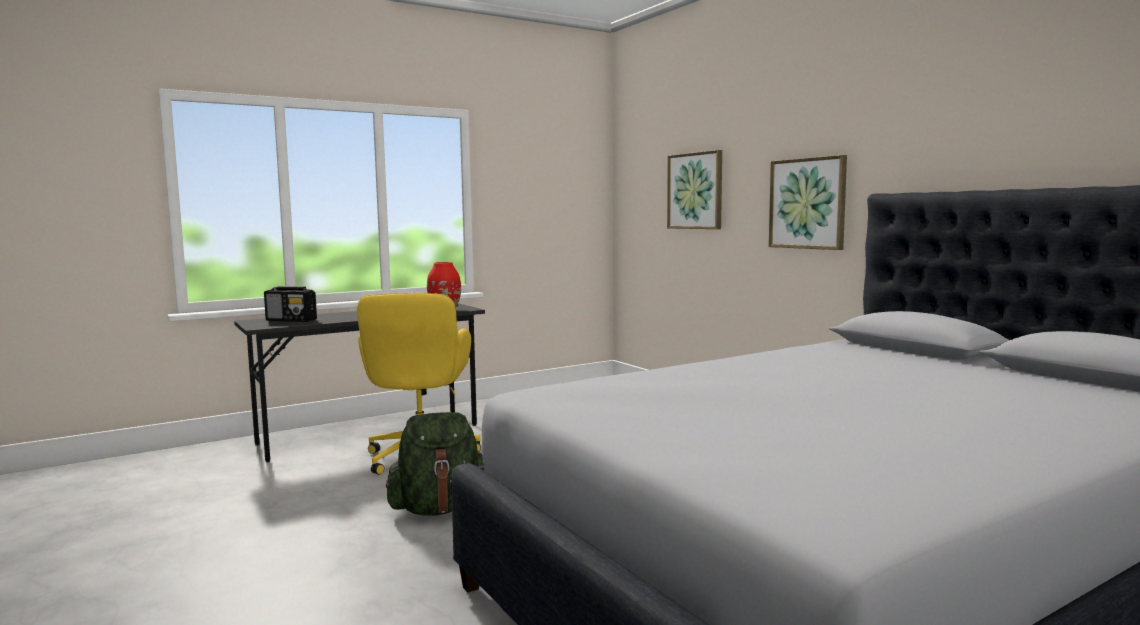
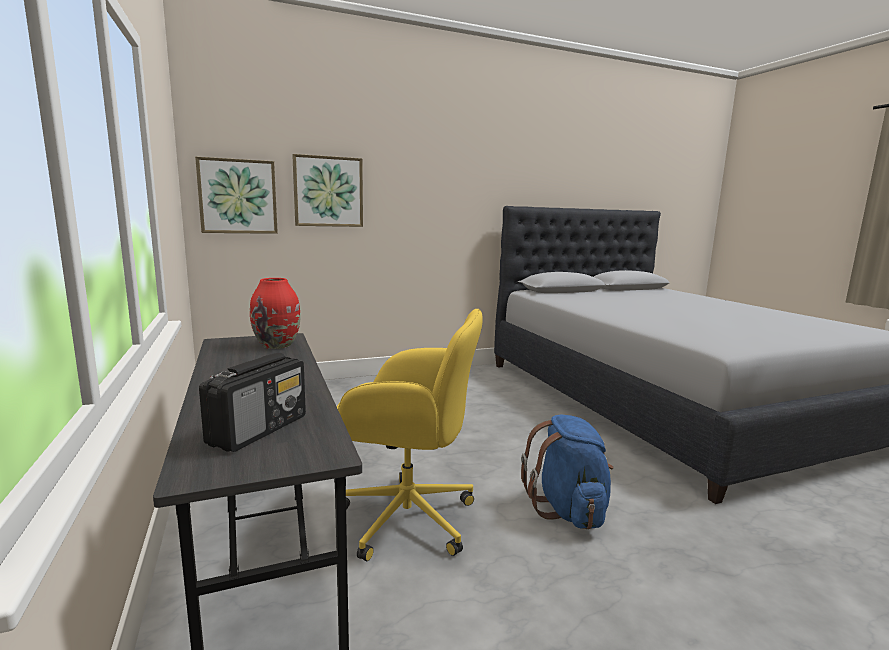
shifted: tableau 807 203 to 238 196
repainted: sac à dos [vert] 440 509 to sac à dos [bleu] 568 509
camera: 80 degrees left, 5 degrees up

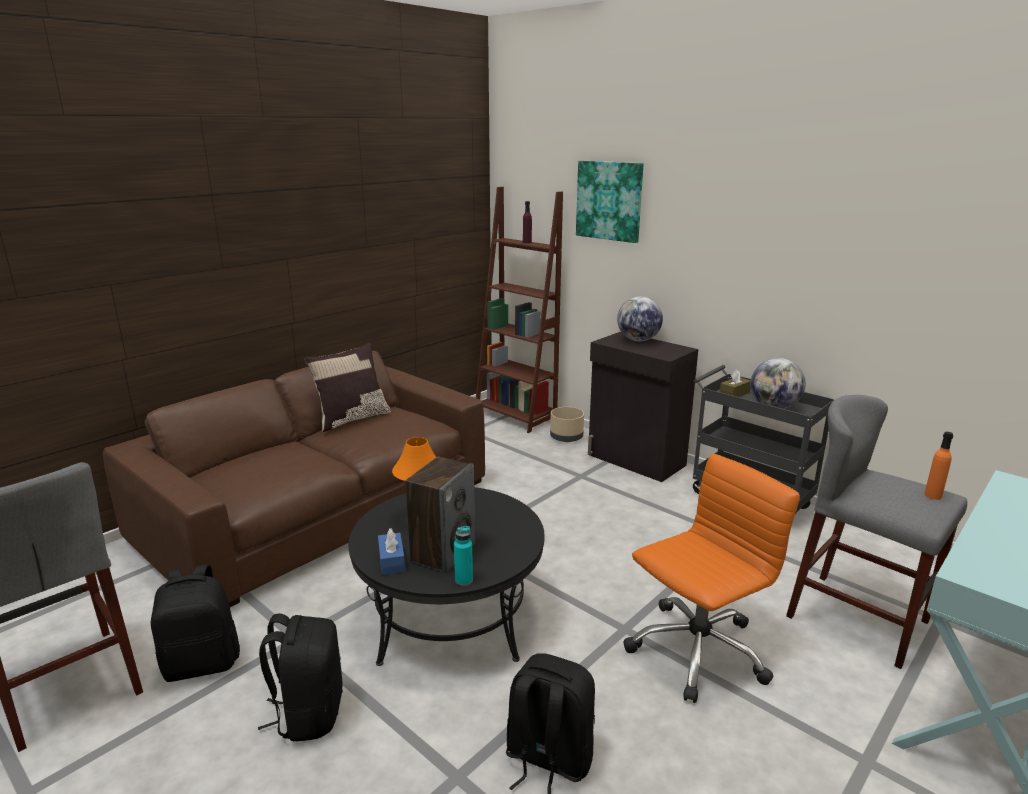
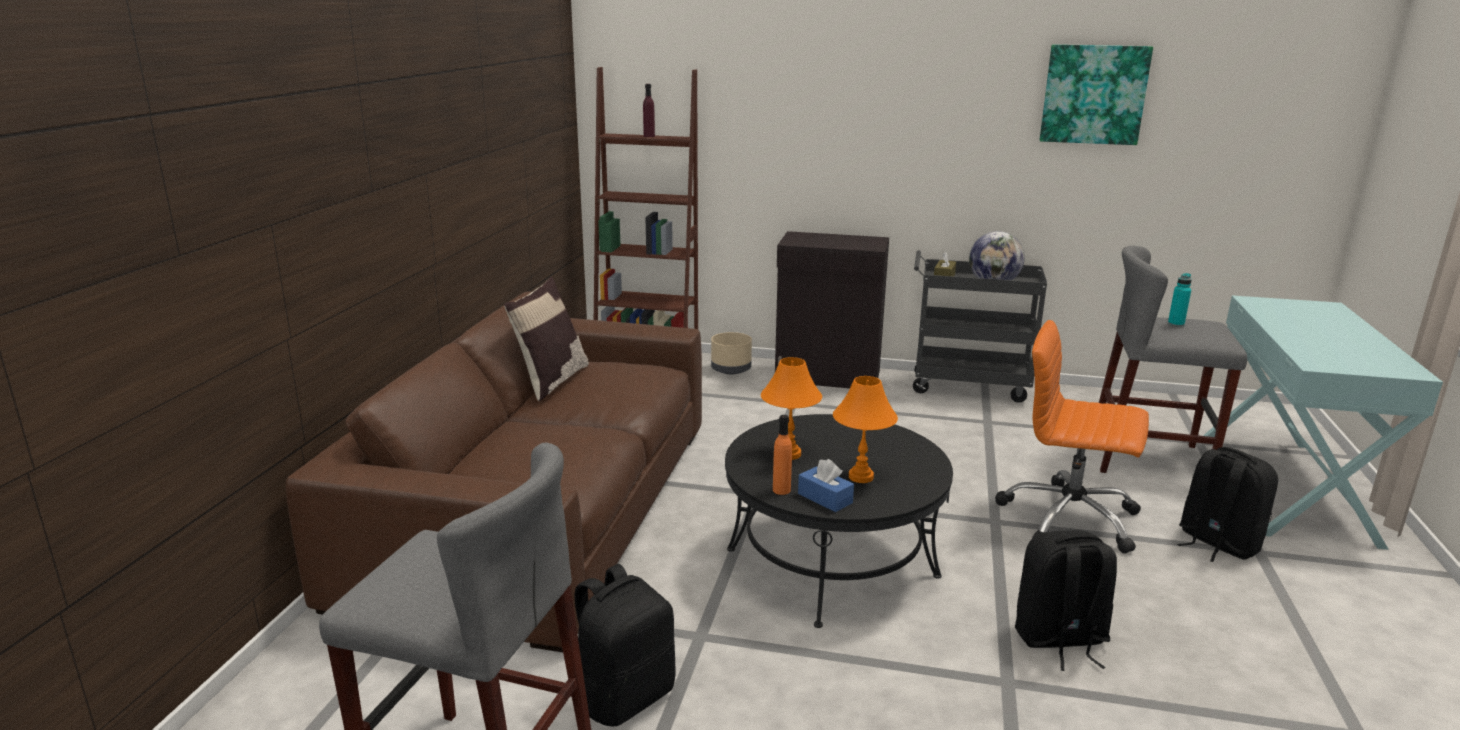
gone: globe 638 340
shifted: sac à dos [noir] 309 713 to 1216 543; bouteille [turquoise] 463 580 to 1176 324; tableau 609 200 to 1094 94; bouteille [orange] 933 495 to 781 490
swapped: enceinte 443 552 to lampe de table [orange] 861 477
rotated: chaise de bureau [orange] 697 650 = 1068 518 90 degrees counterclockwise
camera: 30 degrees left, 0 degrees up

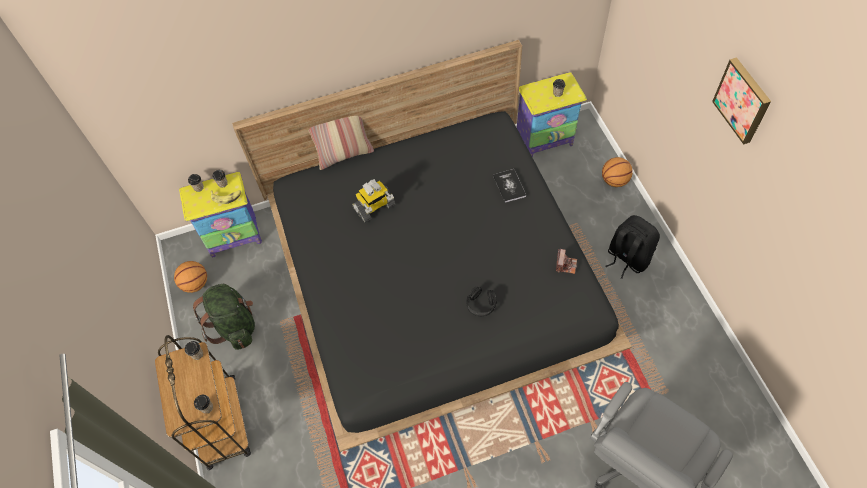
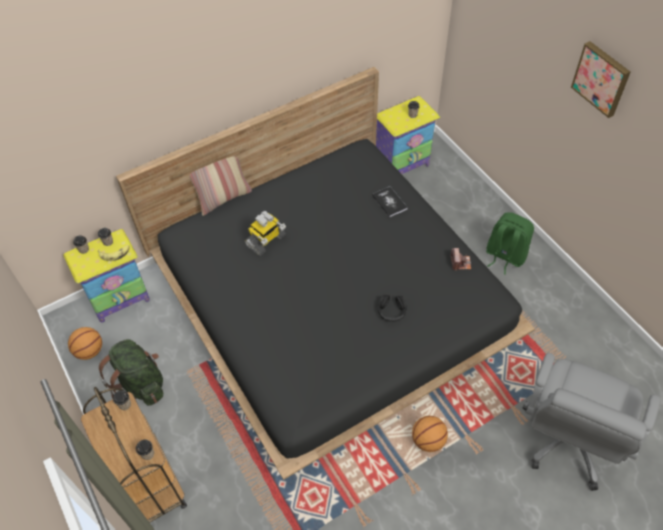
shifted: ballon de basket 614 181 to 428 441
repainted: sac à dos [noir] 627 258 to sac à dos [vert] 504 256
camera: 15 degrees left, 5 degrees down

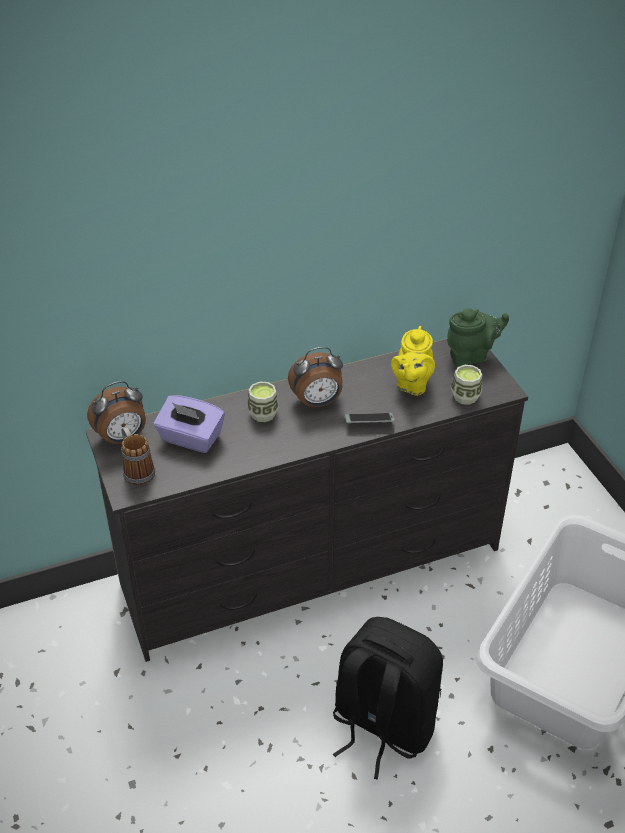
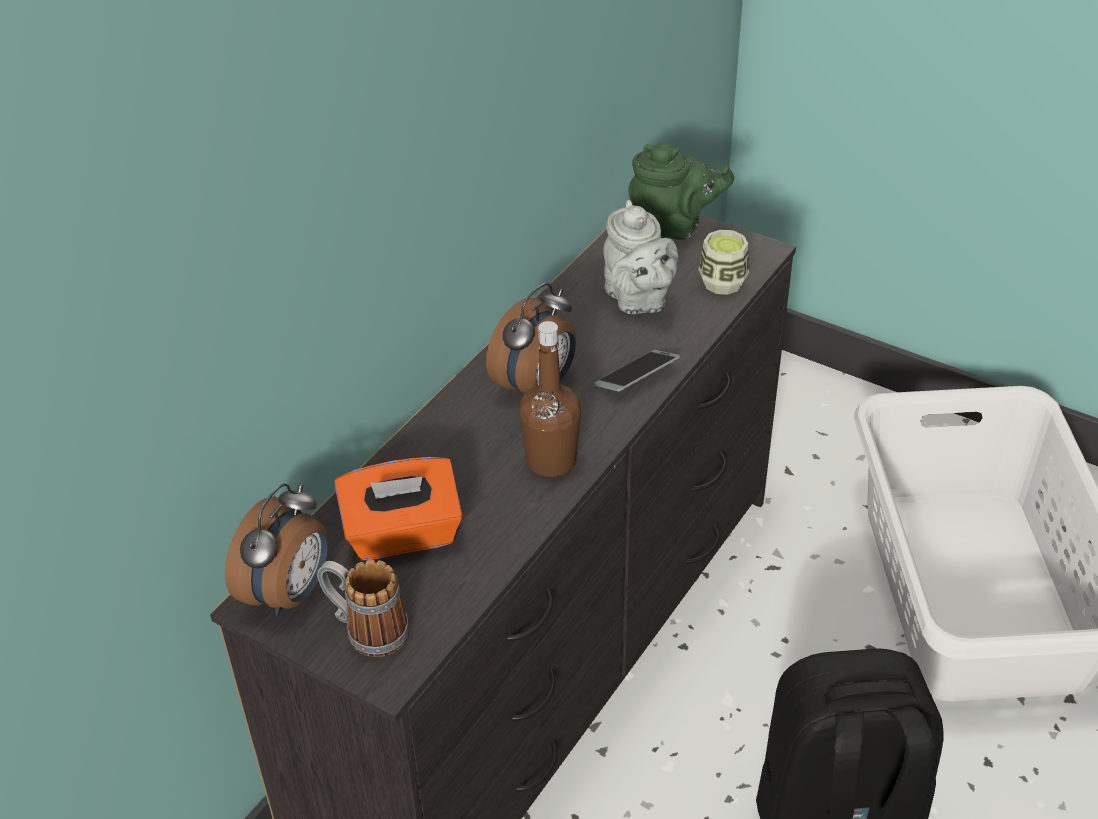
gone: tasse 263 414
new: bouteille [marron] 551 461
repainted: boîte à mouchoirs [violet] 190 438 to boîte à mouchoirs [orange] 403 535; théière [jaune] 411 385 to théière [gris] 638 300
rotated: théière [vert] 471 356 = 673 228 60 degrees clockwise
camera: 35 degrees left, 0 degrees up

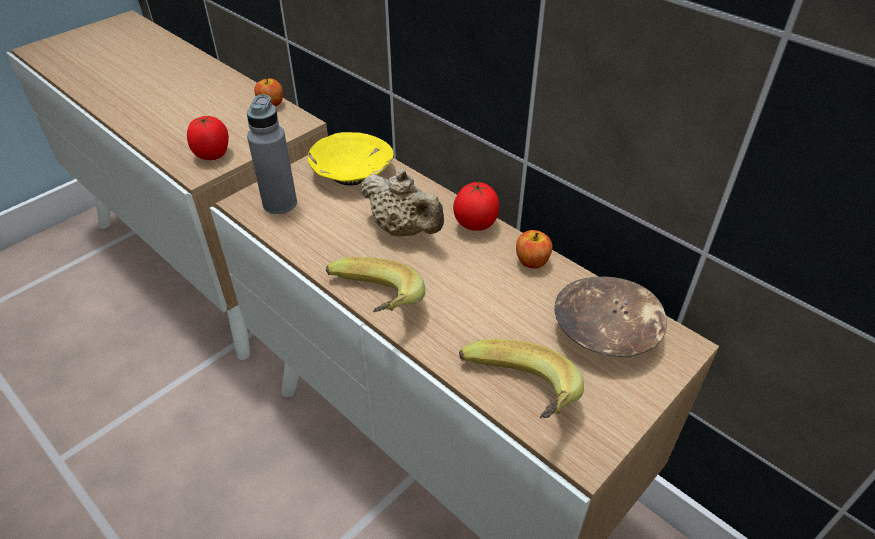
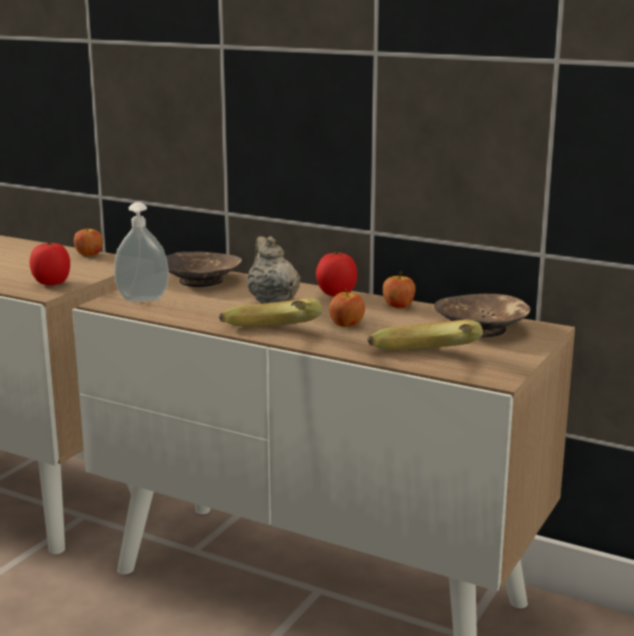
new: pomme 347 324
swapped: bouteille [gris] 280 203 to distributeur de savon 143 300
repainted: bol [jaune] 352 172 to bol [marron] 201 281
rotated: théière [beige] 404 230 = 272 302 135 degrees counterclockwise
camera: 15 degrees left, 25 degrees down

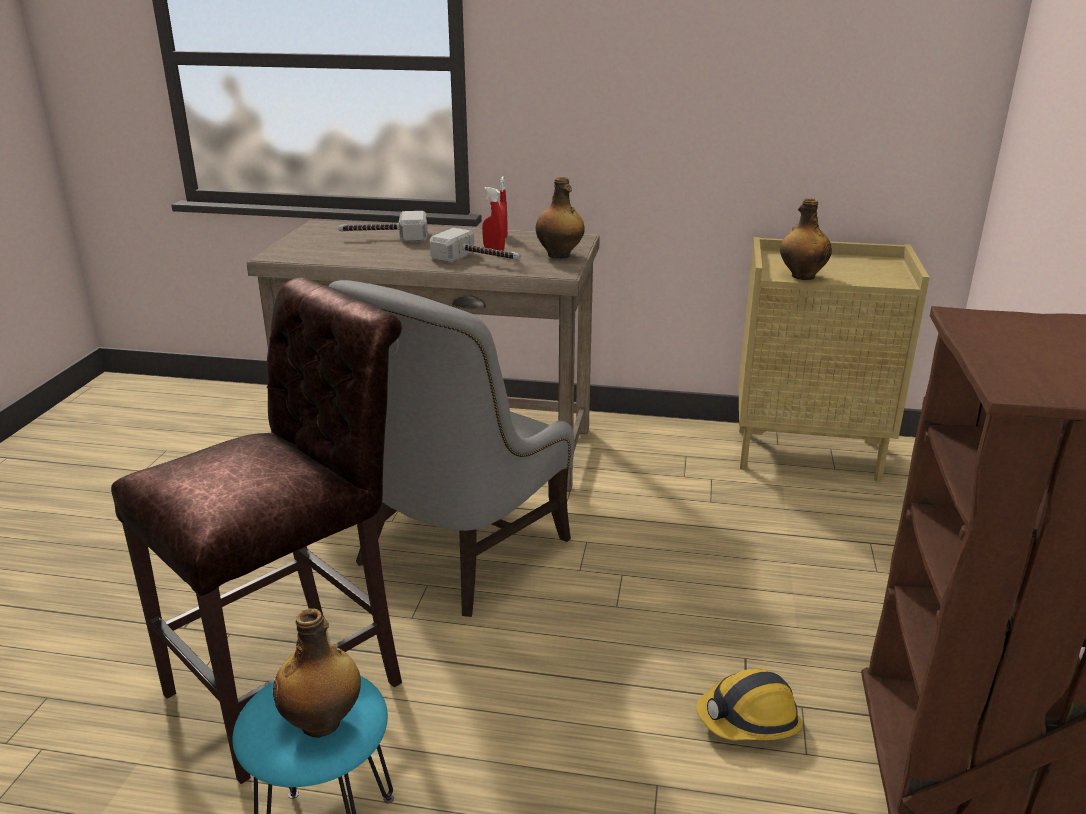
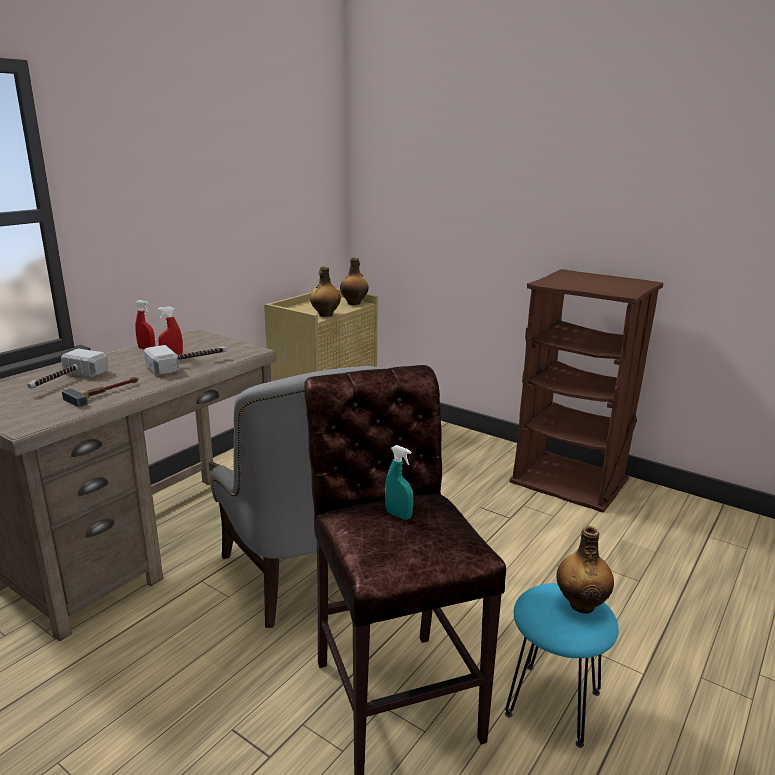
gone: casque de chantier 749 719
new: marteau 106 393; vaporisateur [turquoise] 398 515
shifted: bouteille 559 255 to 354 303
camera: 65 degrees left, 5 degrees down

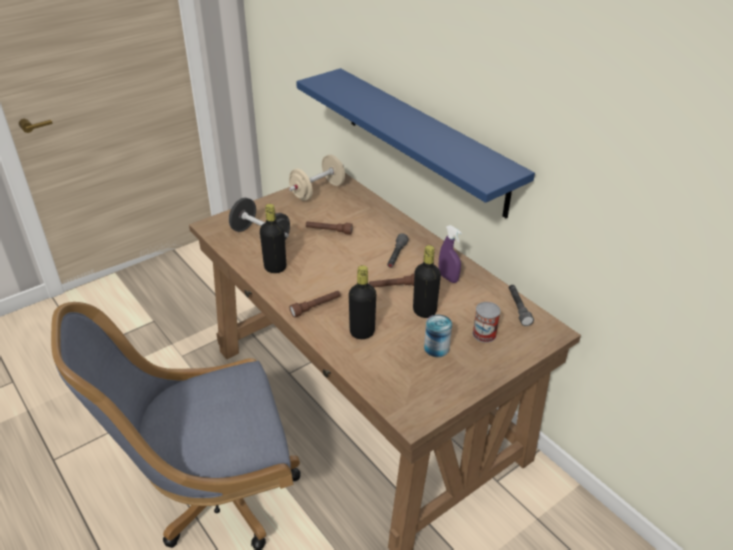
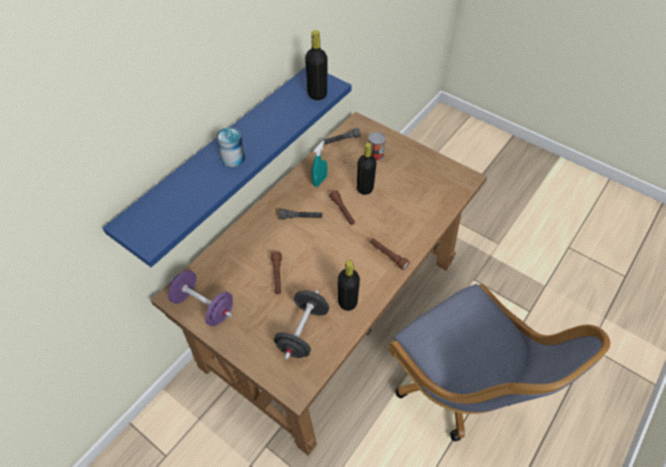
shifted: bouteille [noir] 362 332 to 317 94; boîte métallique 436 348 to 233 158
repainted: haltère [beige] 317 191 to haltère [violet] 204 306; vaporisateur [violet] 448 278 to vaporisateur [turquoise] 319 181
camera: 105 degrees left, 15 degrees up

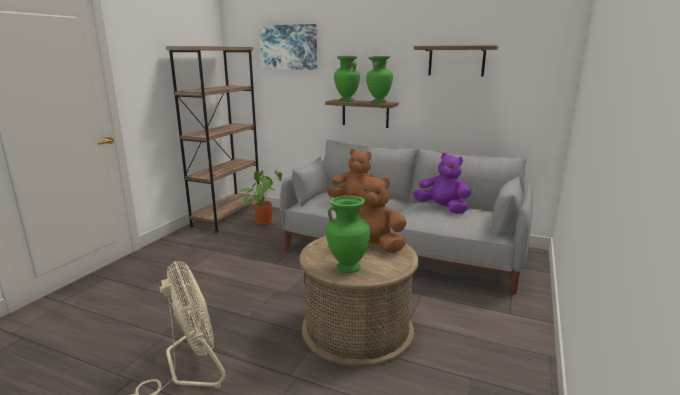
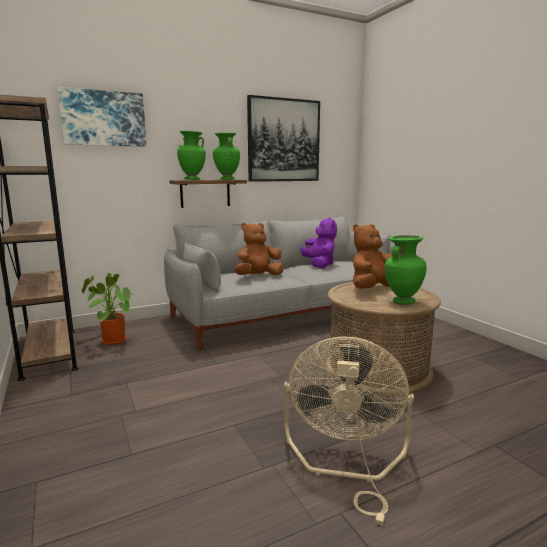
swapped: étagère 456 61 to tableau 284 140
rotated: peluche [violet] 442 208 = 319 265 90 degrees clockwise
camera: 50 degrees left, 5 degrees down

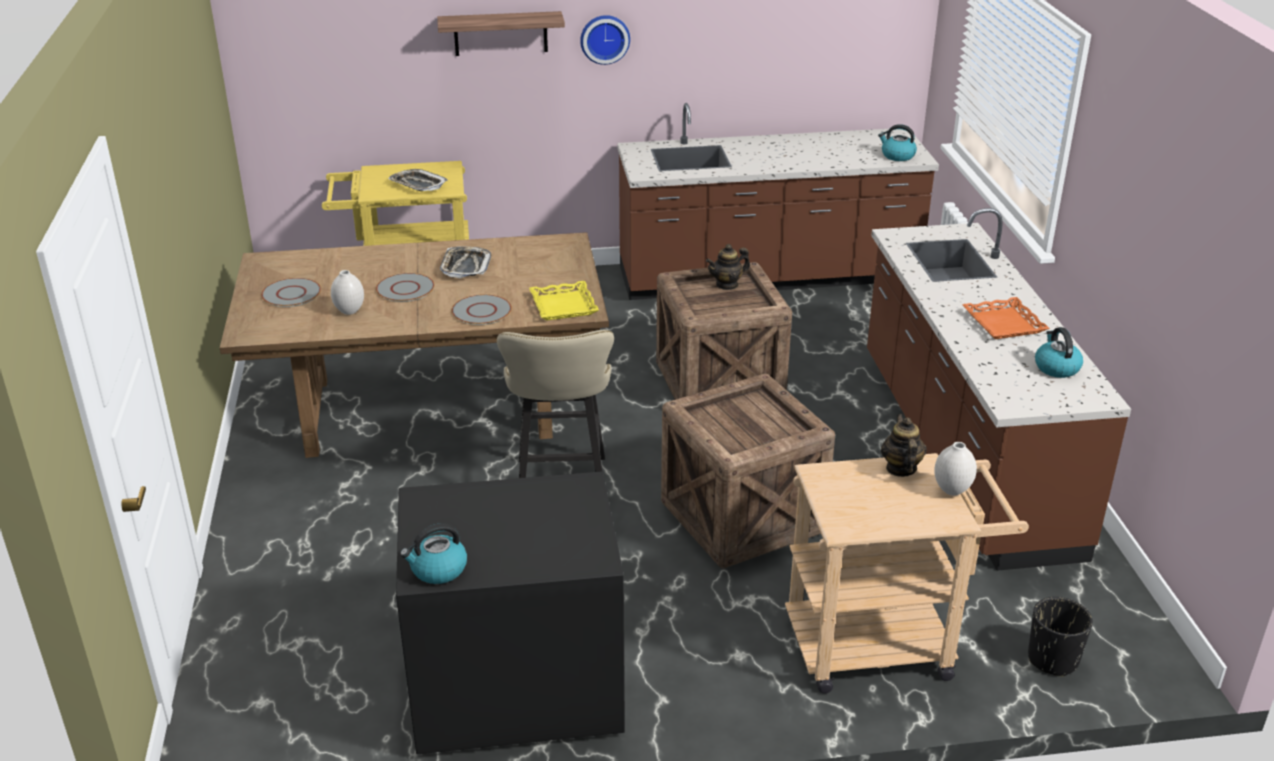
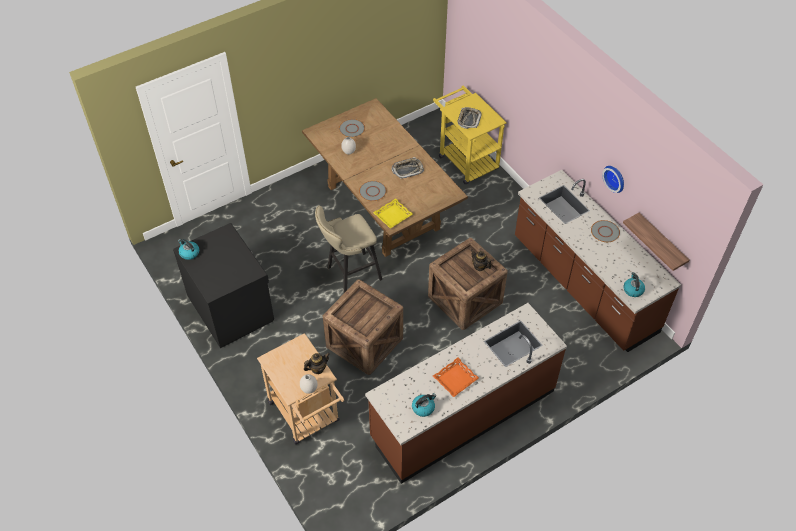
gone: cache-pot [noir] 1053 659
shifted: assiette [gris] 405 289 to 605 232; étagère 500 33 to 661 243; horloge murale 604 38 to 615 178
camera: 65 degrees right, 20 degrees up

